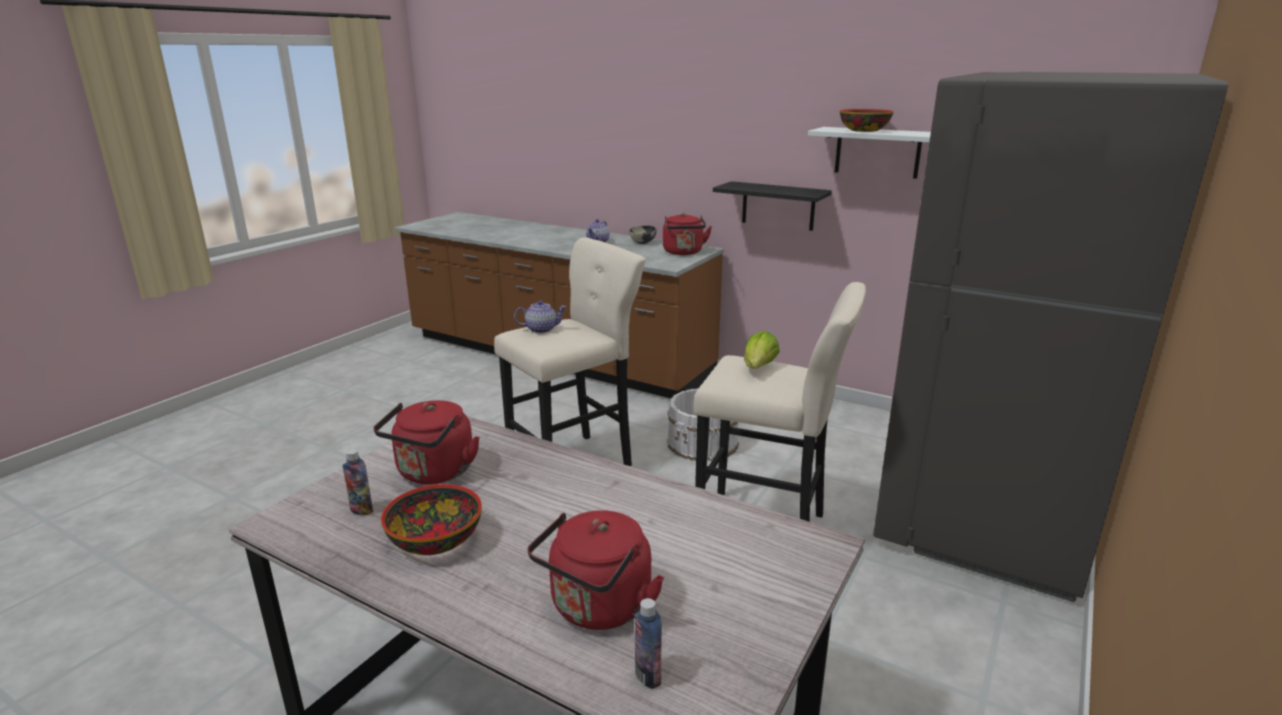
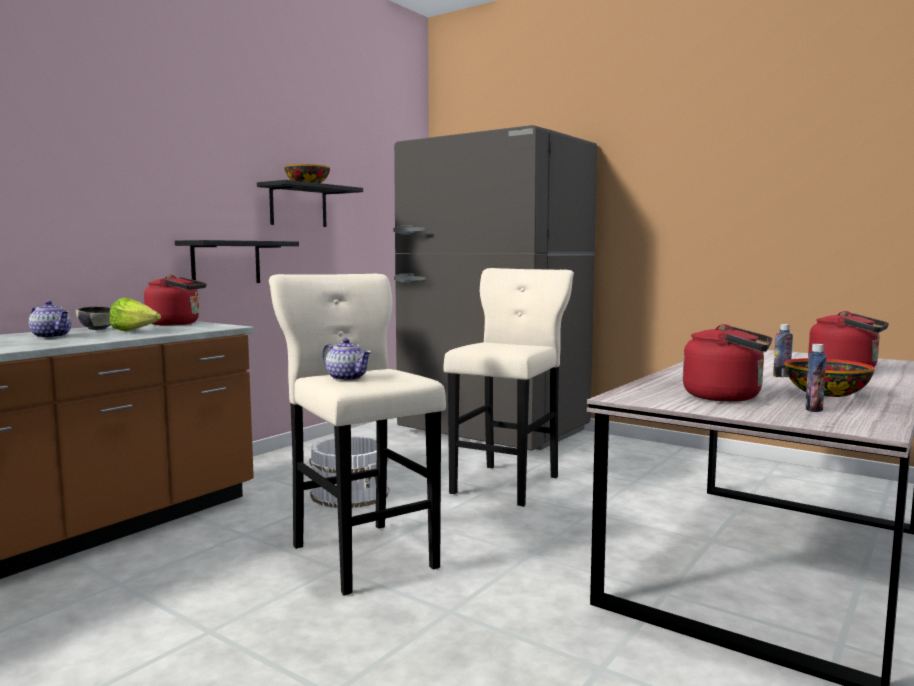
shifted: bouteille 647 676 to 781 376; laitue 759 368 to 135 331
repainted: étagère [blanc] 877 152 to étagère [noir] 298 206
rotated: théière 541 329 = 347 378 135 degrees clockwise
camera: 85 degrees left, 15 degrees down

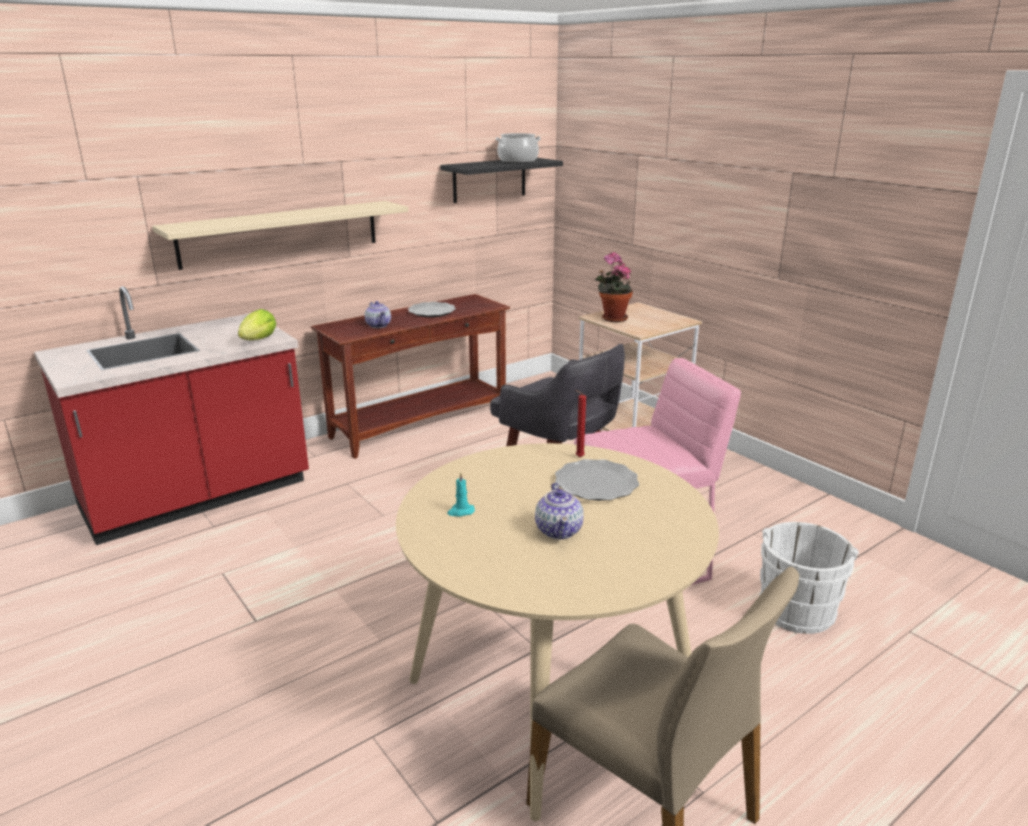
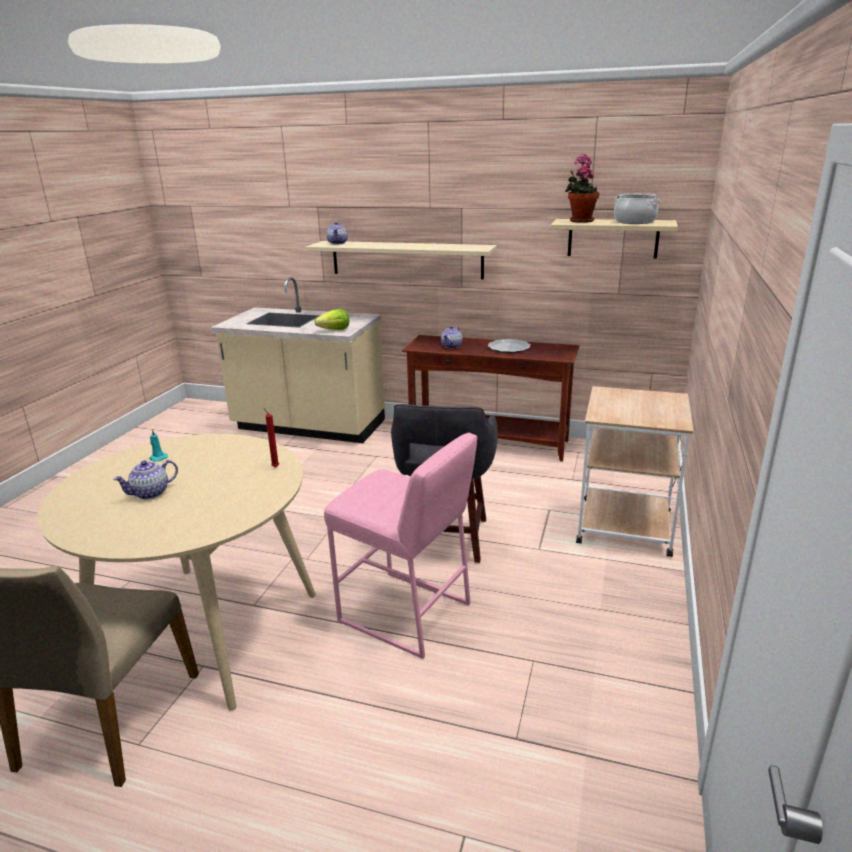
gone: assiette 596 484; seau [blanc] 797 607
new: théière 338 243
shifted: plante en pot 612 319 to 580 221
repainted: comptoir de cuisine [rouge] 197 497 to comptoir de cuisine [beige] 308 427; étagère [noir] 489 180 to étagère [beige] 613 238
camera: 55 degrees right, 0 degrees up

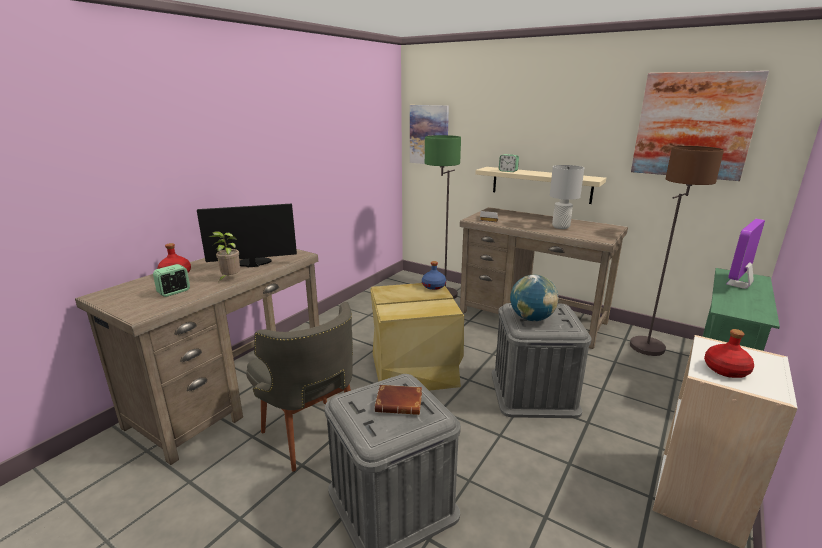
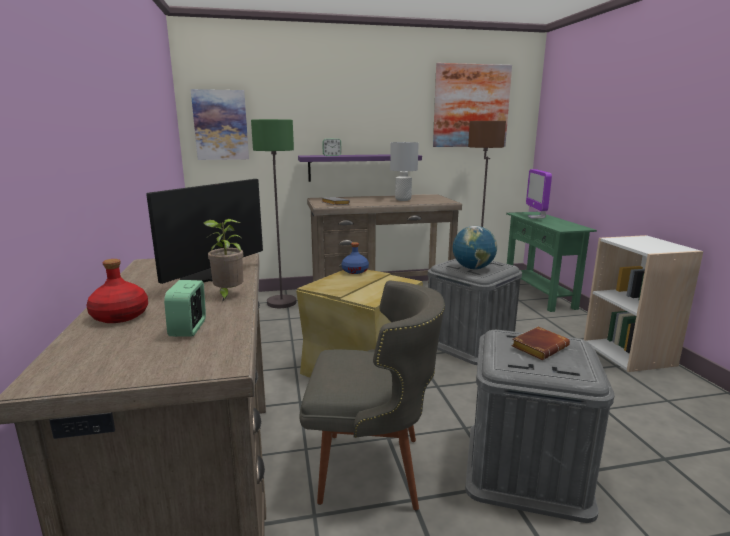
gone: bouteille [rouge] 725 369
repainted: étagère [beige] 541 184 to étagère [violet] 357 167
camera: 45 degrees left, 5 degrees down

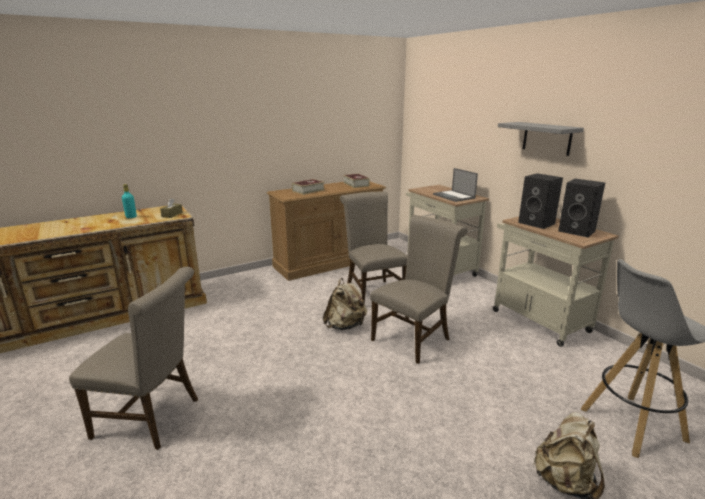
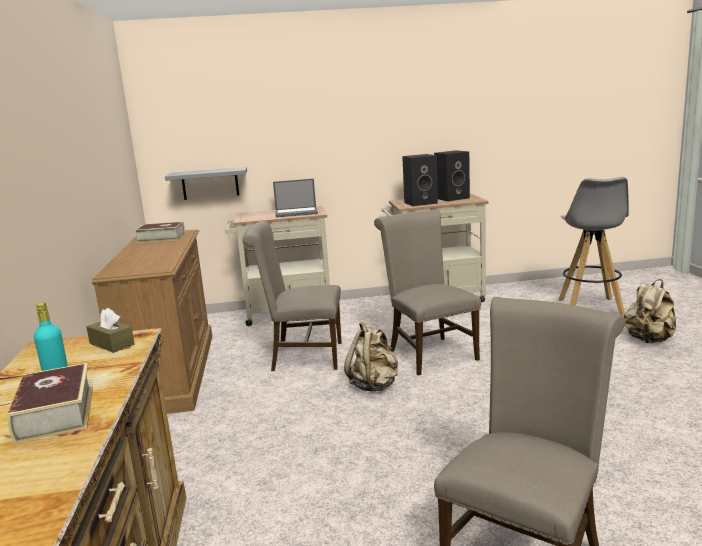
shifted: livre 308 190 to 56 413; étagère [gris] 547 138 to 210 183
camera: 65 degrees left, 5 degrees down

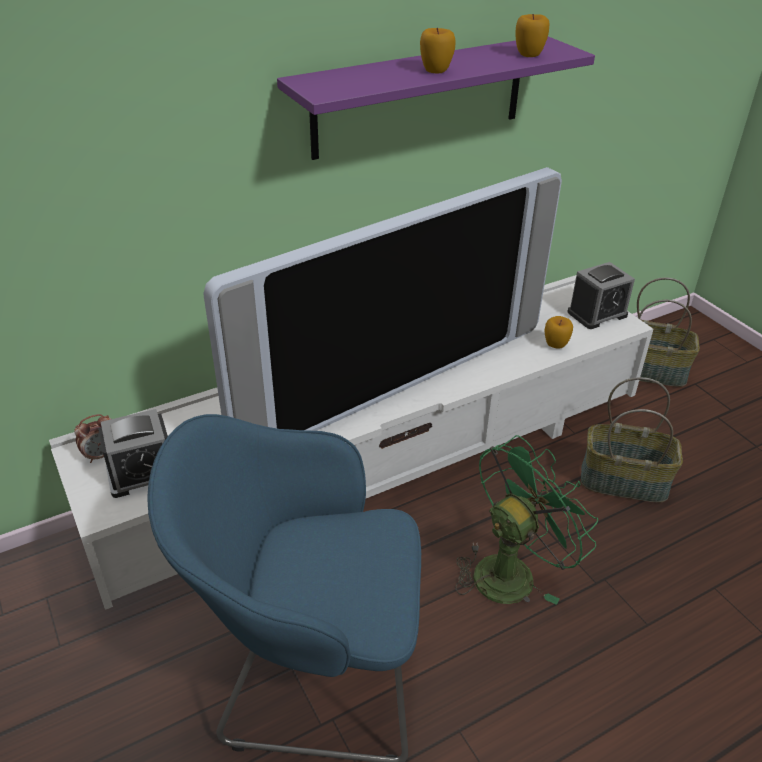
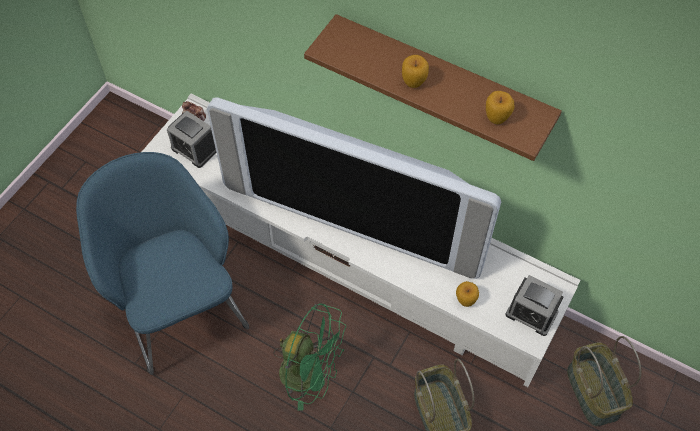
repainted: étagère [violet] 420 97 to étagère [marron] 441 82
camera: 60 degrees right, 20 degrees up

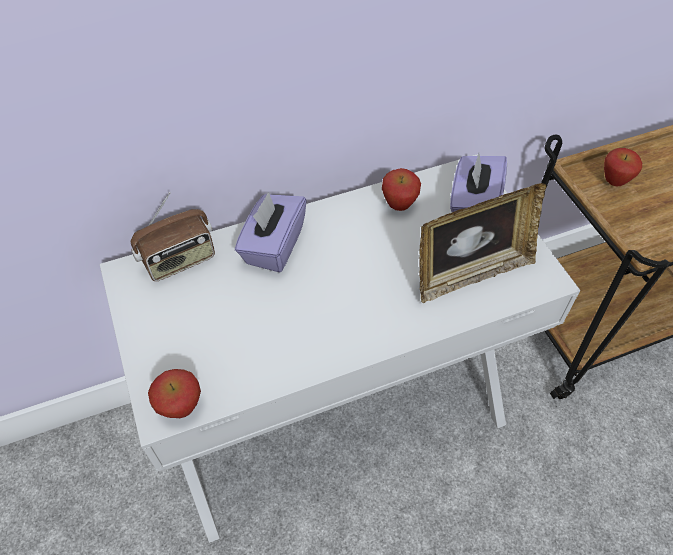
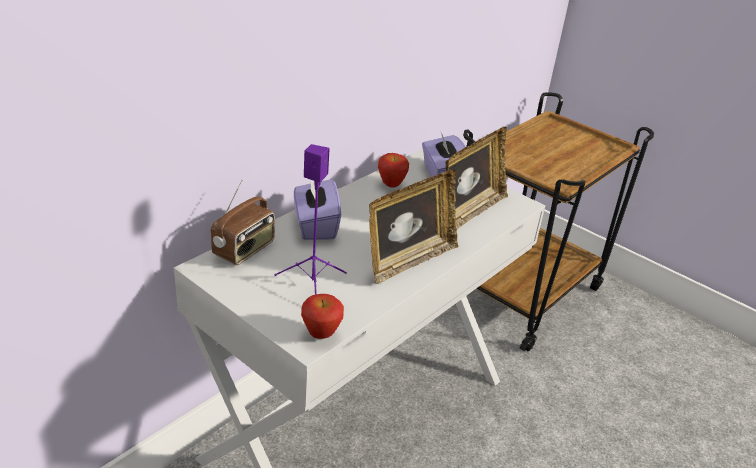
gone: pomme 614 182
new: enceinte [violet] 313 286; cadre photo 408 260
camera: 30 degrees left, 20 degrees down

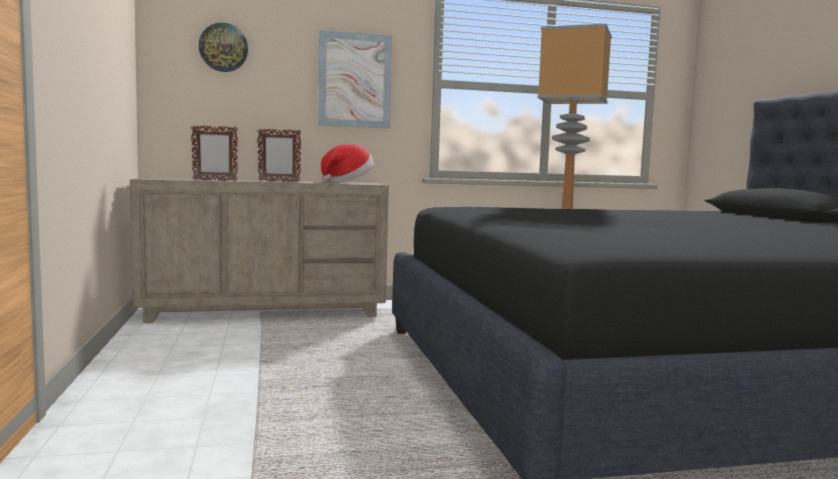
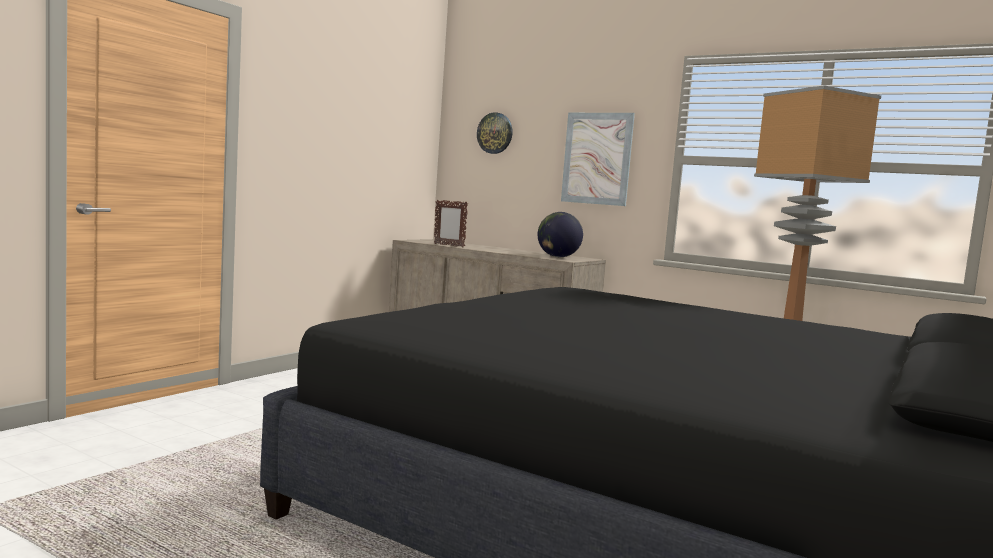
gone: cadre photo 279 181
swapped: chapeau 346 182 to globe 558 257
camera: 45 degrees right, 0 degrees up

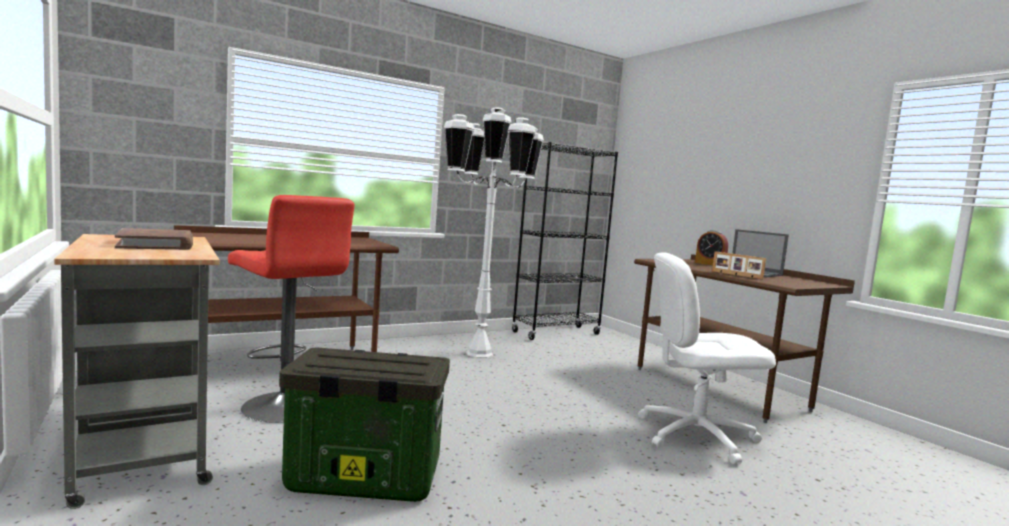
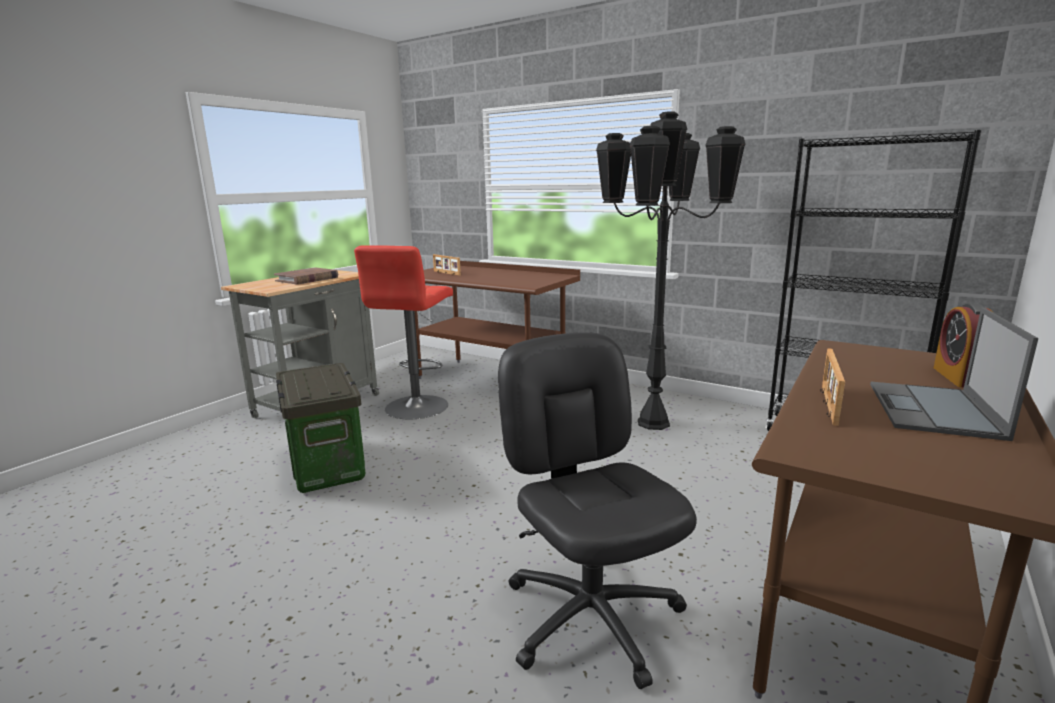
new: cadre photo 446 273
repainted: lampadaire [blanc] 479 353 to lampadaire [noir] 654 423; chaise de bureau [blanc] 696 435 to chaise de bureau [noir] 592 615
camera: 65 degrees right, 10 degrees up

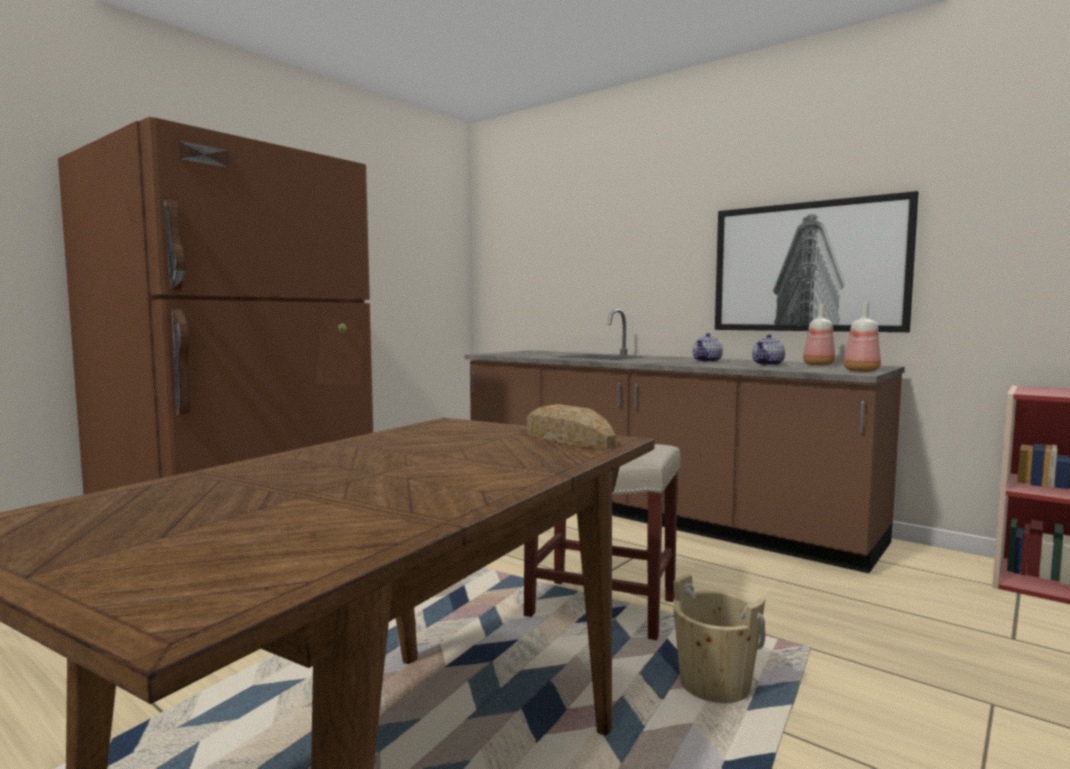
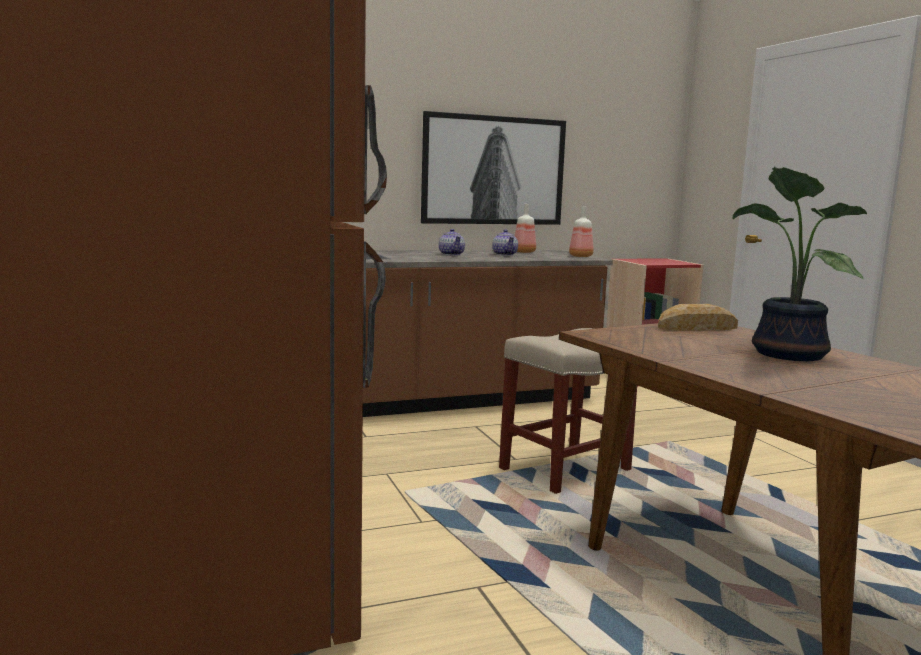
gone: seau [beige] 714 685
new: plante en pot 784 354
camera: 60 degrees left, 5 degrees up

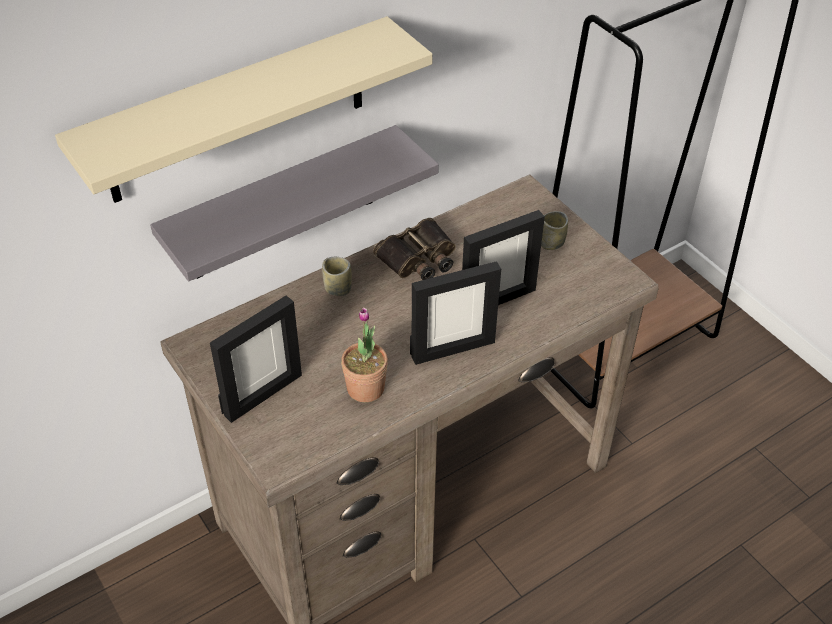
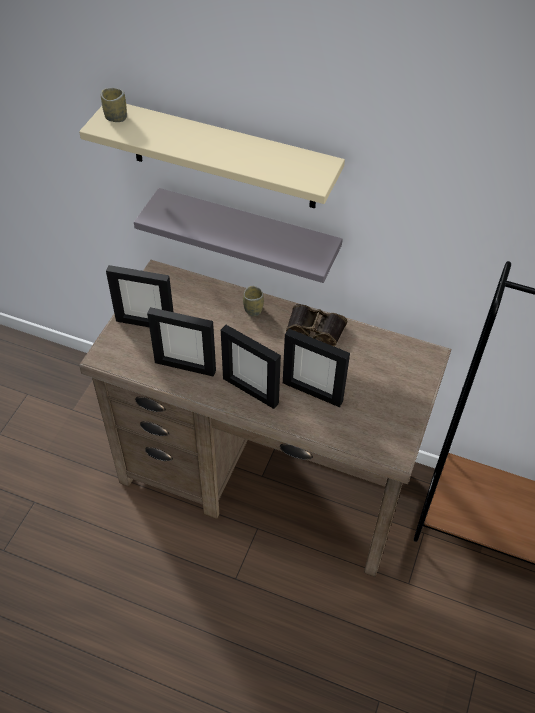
shifted: tasse 551 243 to 116 117
swapped: plante en pot 365 388 to cadre photo 185 365
camera: 55 degrees right, 5 degrees up

